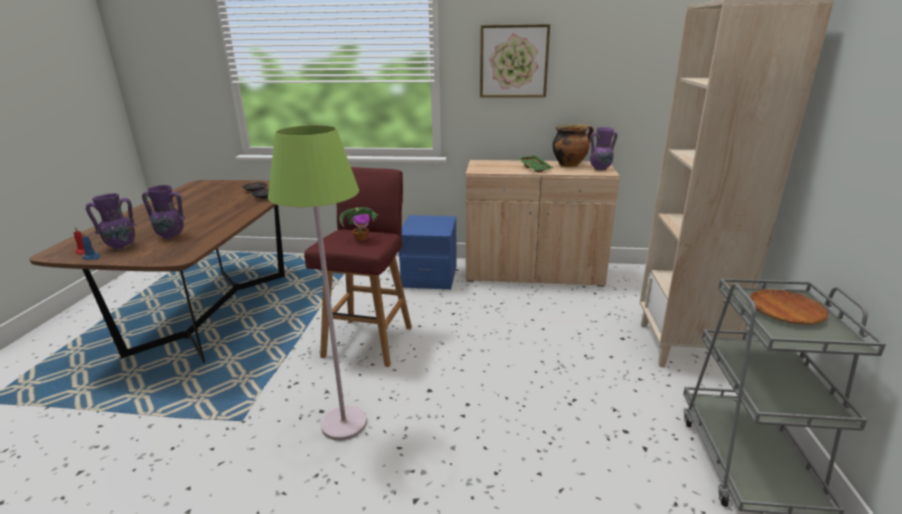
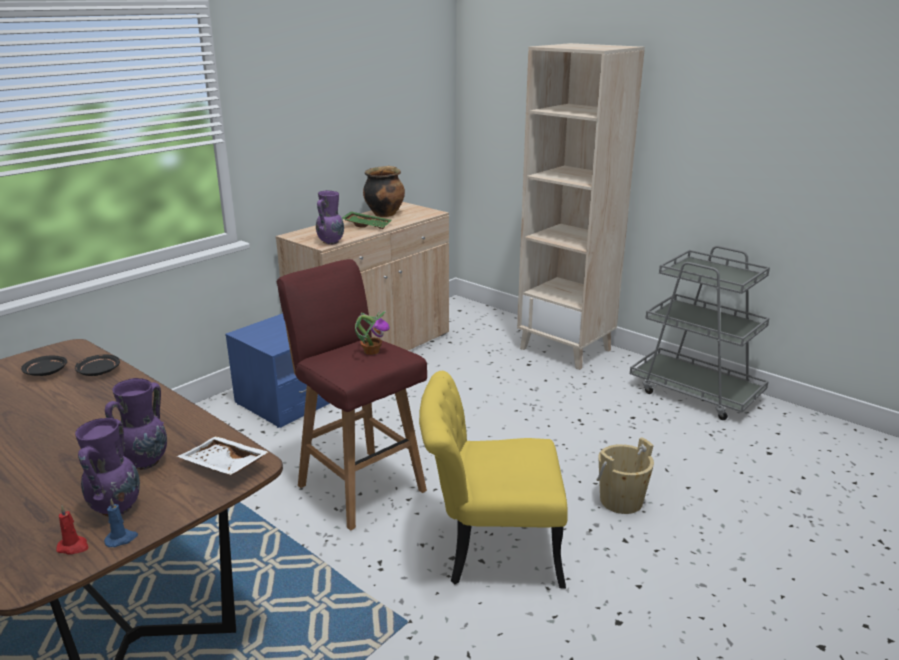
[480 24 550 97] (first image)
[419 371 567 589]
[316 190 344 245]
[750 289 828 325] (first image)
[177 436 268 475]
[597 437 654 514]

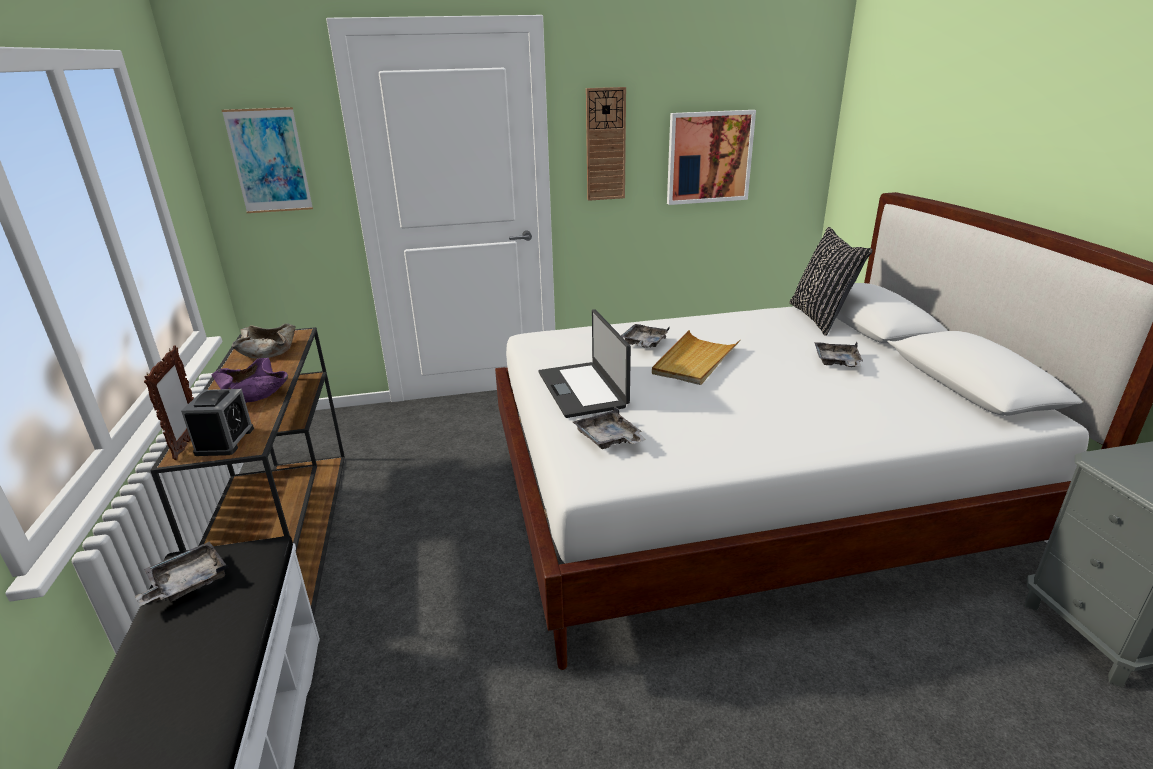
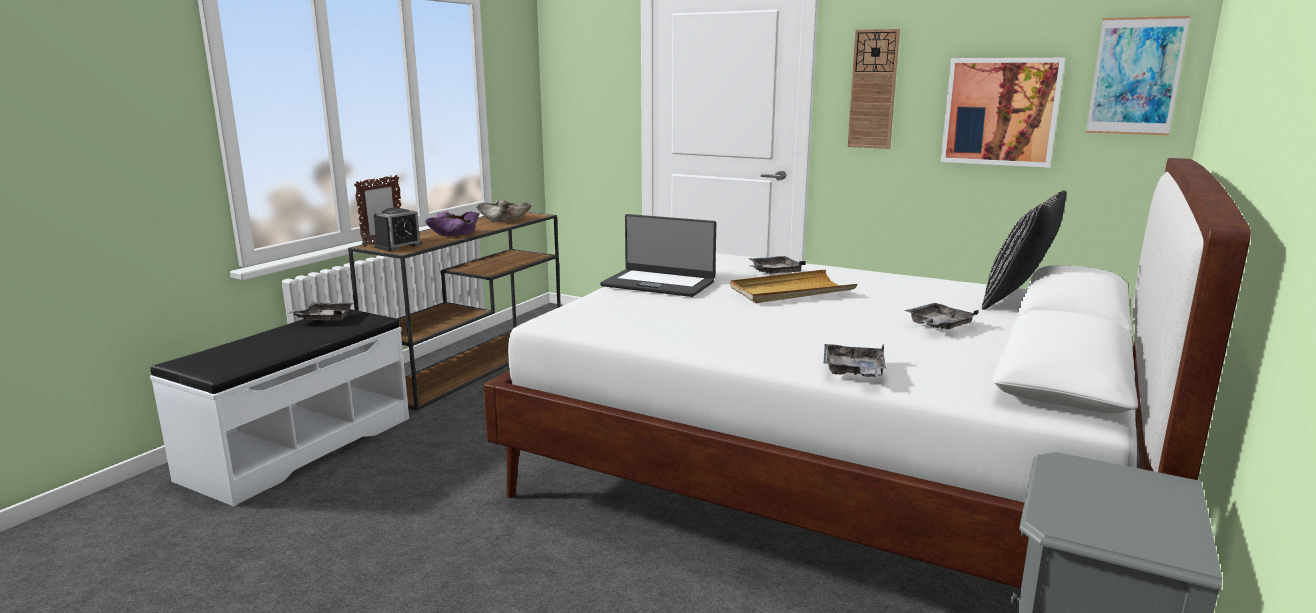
[1086 16 1190 136]
[600 214 716 297]
[824 344 886 377]

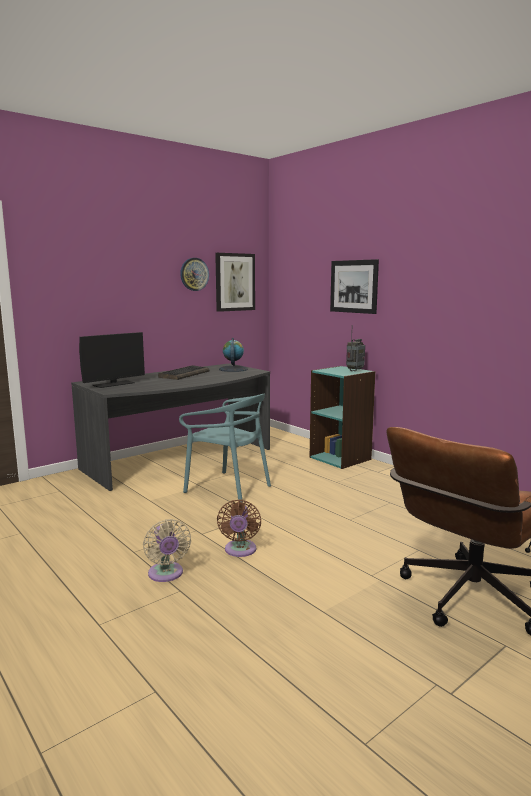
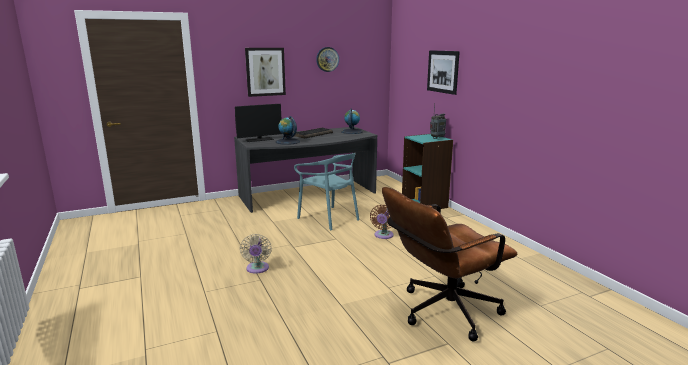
[245 48 286 97]
[370 205 394 239]
[276 116 300 145]

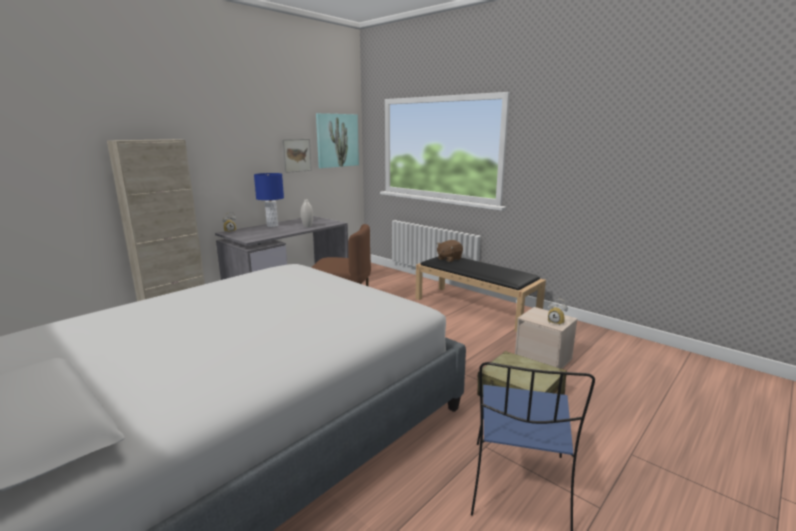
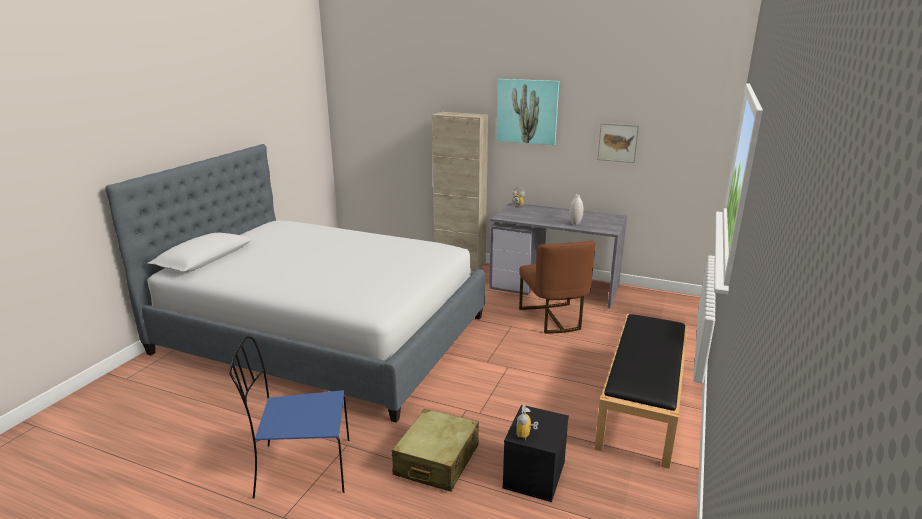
[496 79 559 145]
[254 173 284 227] (first image)
[437 240 463 262] (first image)
[502 405 569 502]

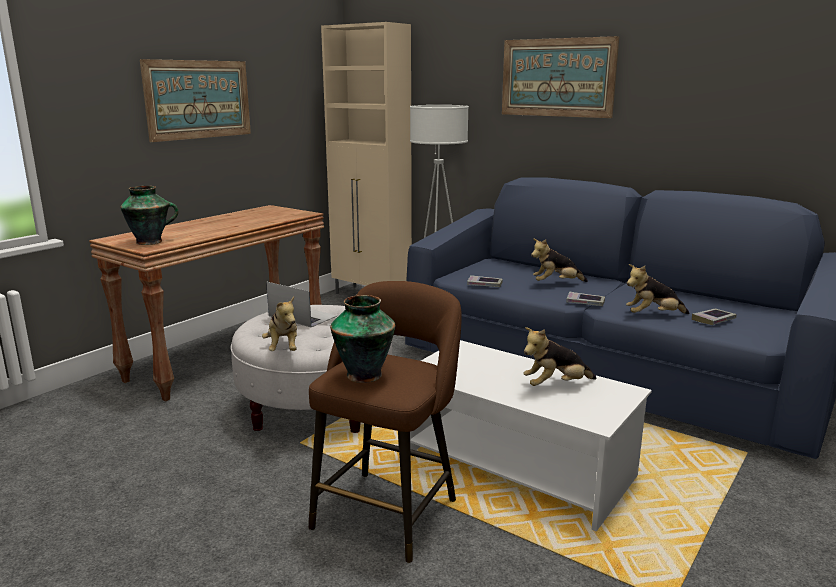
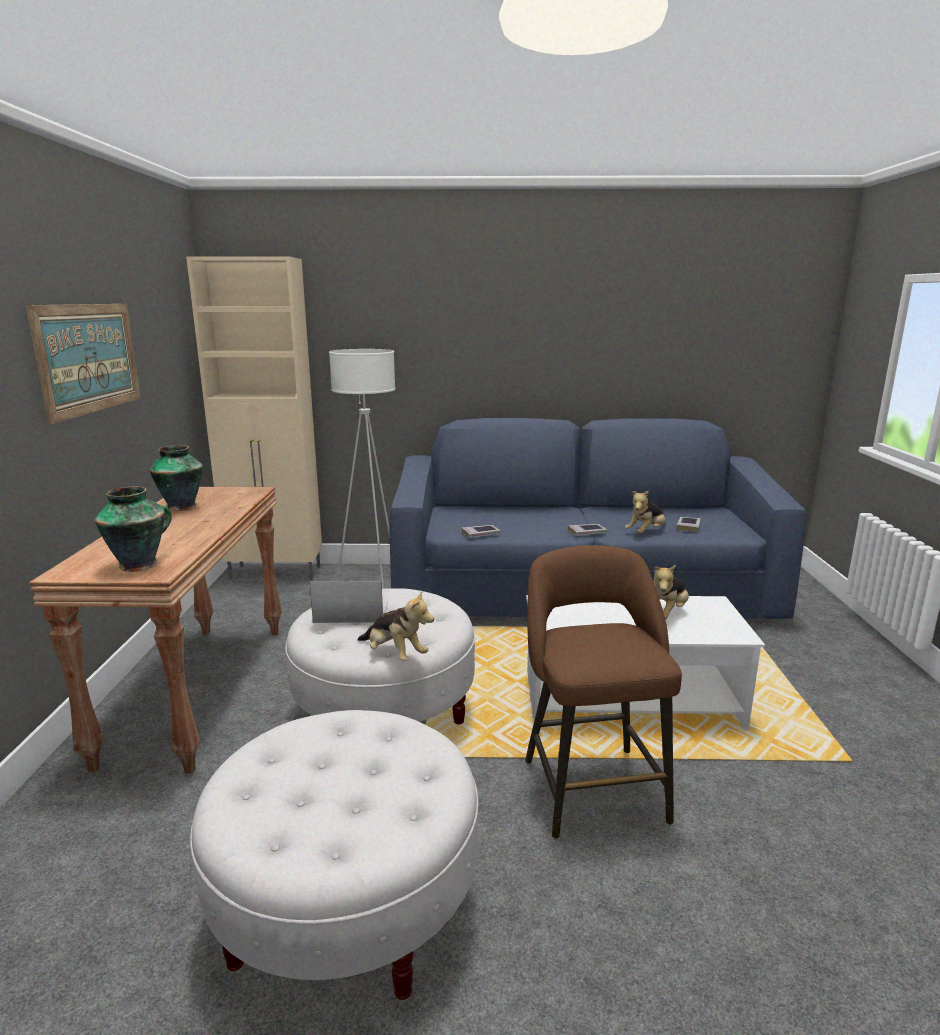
[502 36 619 118] (first image)
[531 238 588 282] (first image)
[149 445 203 511]
[190 710 478 1000]

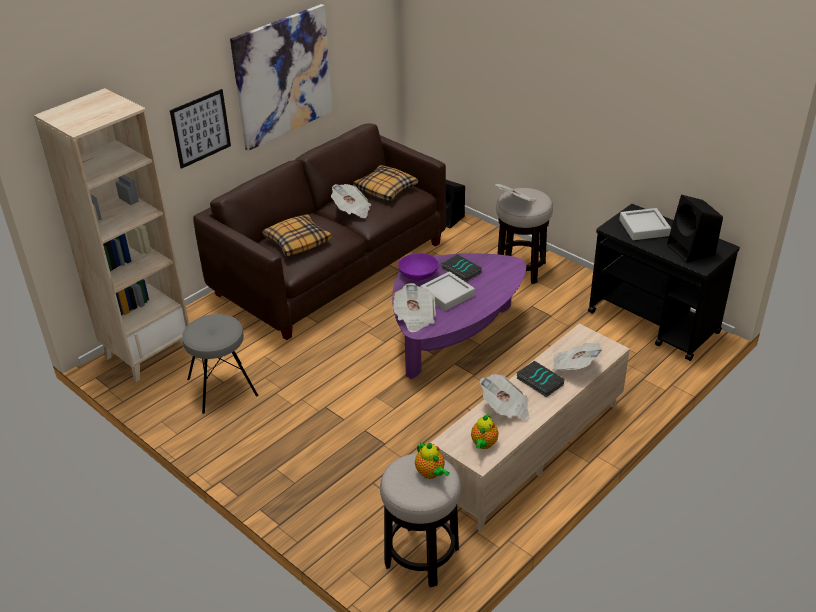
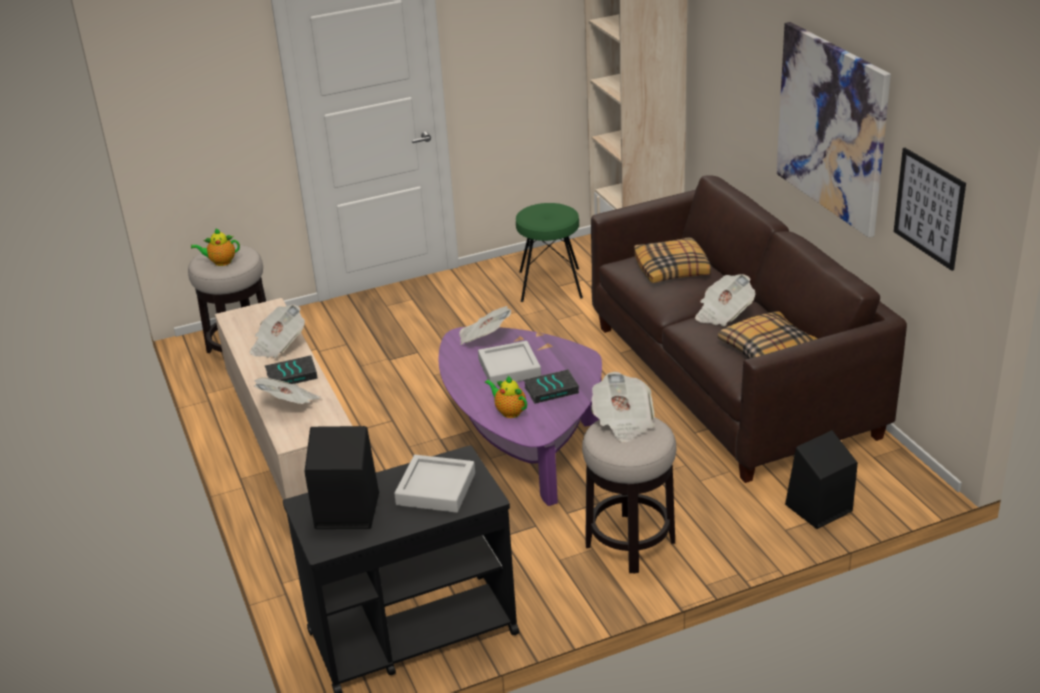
[894 148 966 271]
[398 253 438 281] (first image)
[516 203 583 302]
[484 376 527 418]

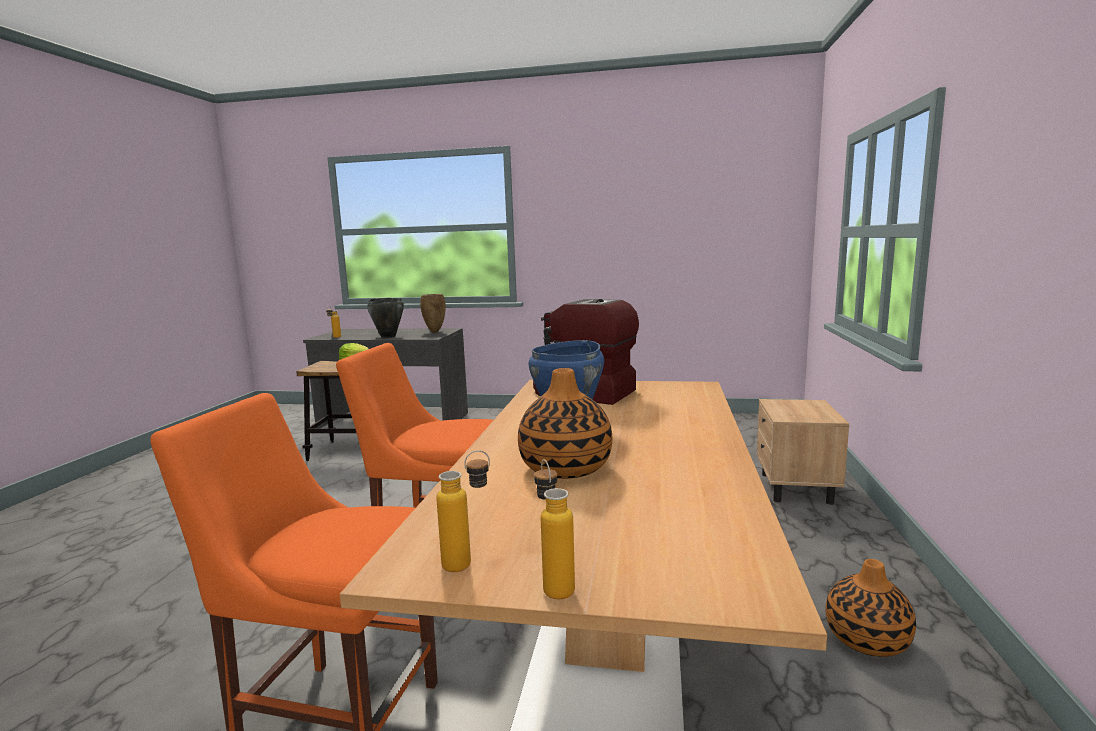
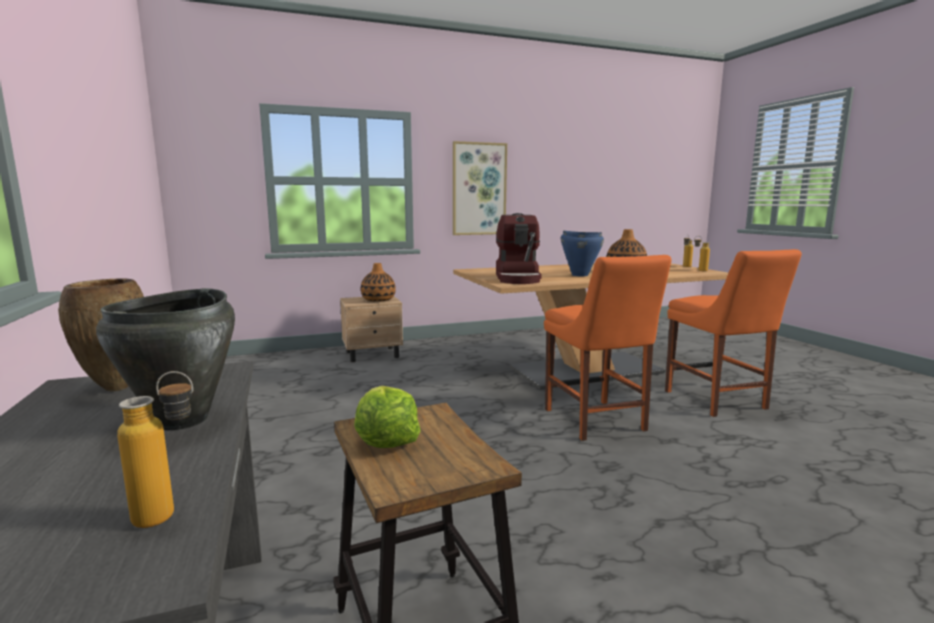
[361 263 396 302]
[453 141 507 235]

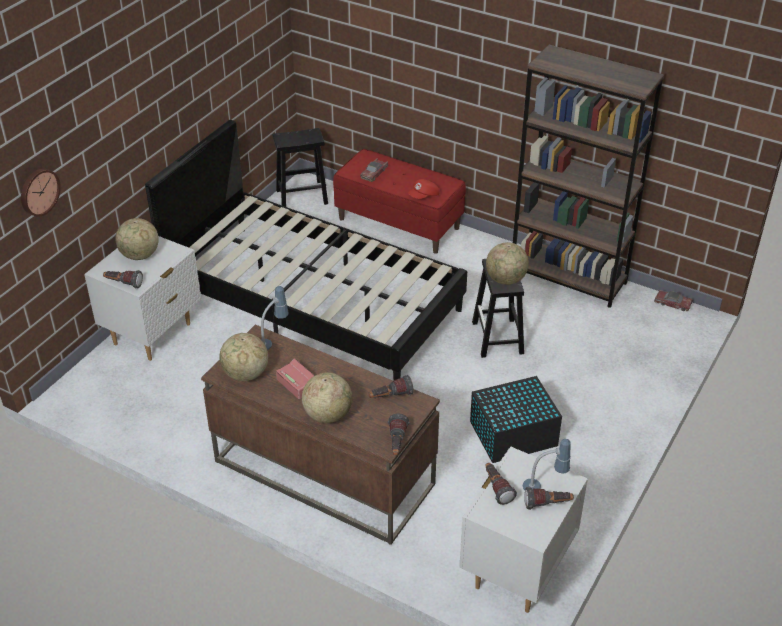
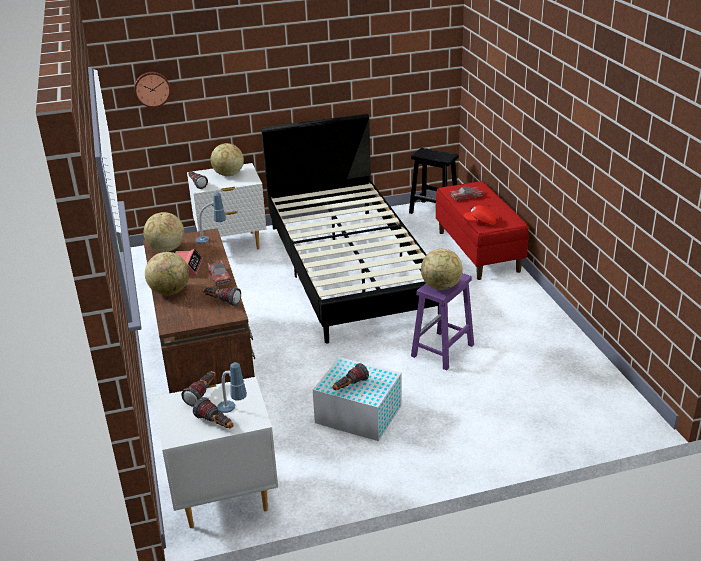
[513 44 664 308] (first image)
[411 273 474 371]
[207 260 232 286]
[313 357 402 441]
[332 363 369 390]

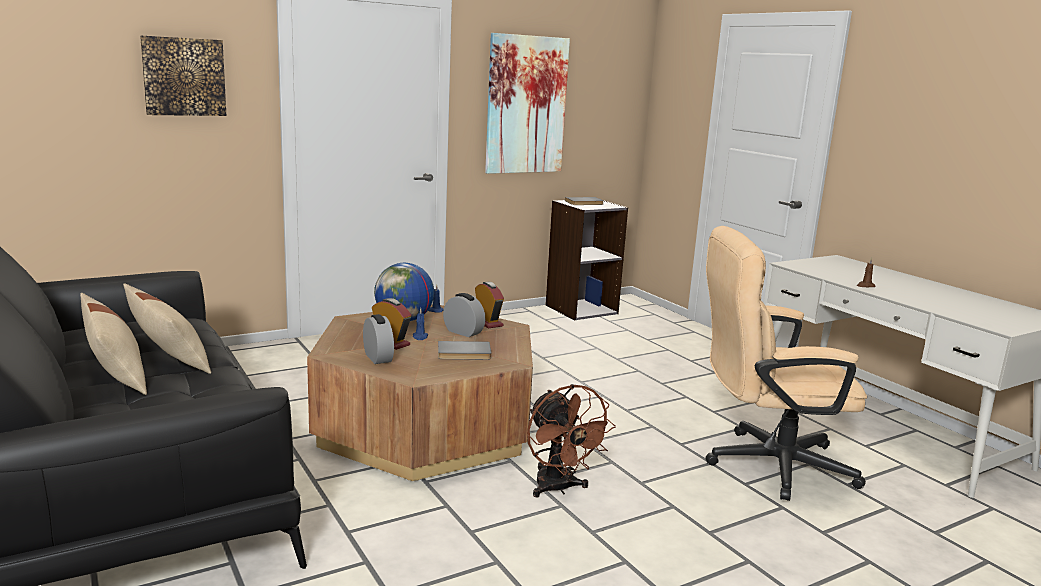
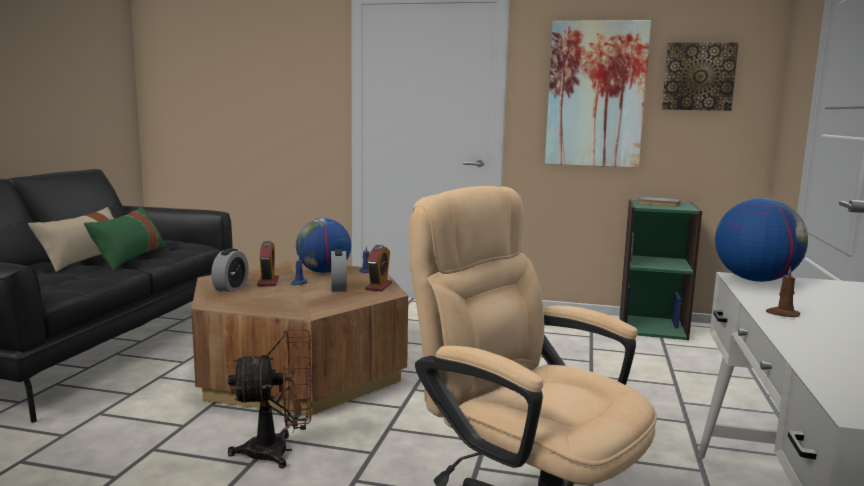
[662 43 739 111]
[620 200 702 340]
[84 206 166 270]
[438 341 492 360] (first image)
[228 330 312 469]
[715 198 808 282]

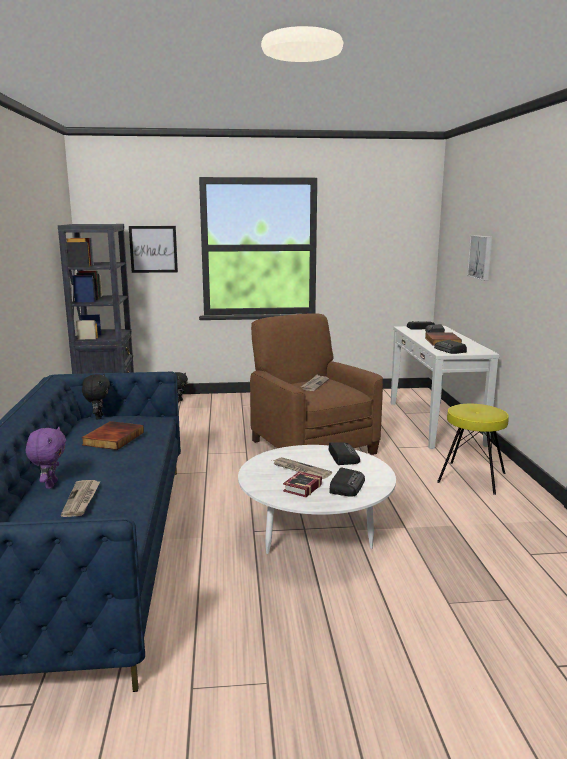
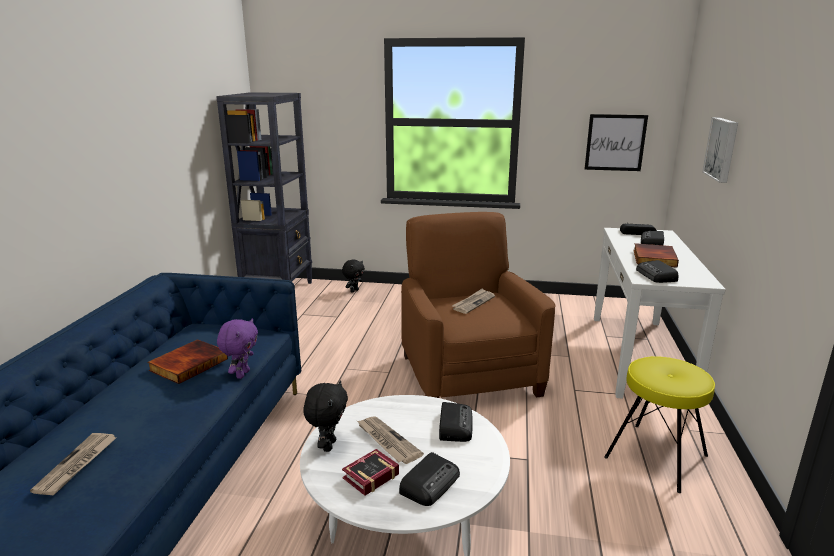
[585 114 648 171]
[303 381 348 452]
[217 318 258 379]

